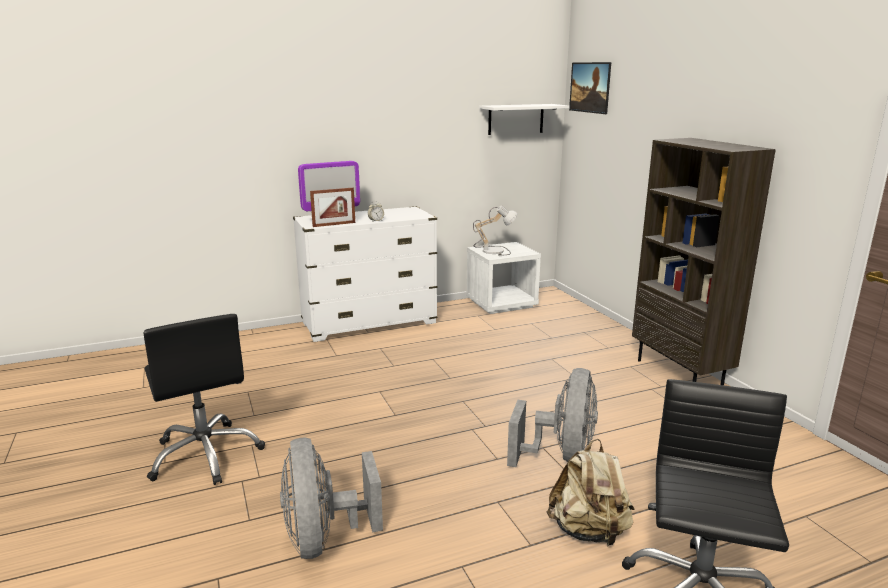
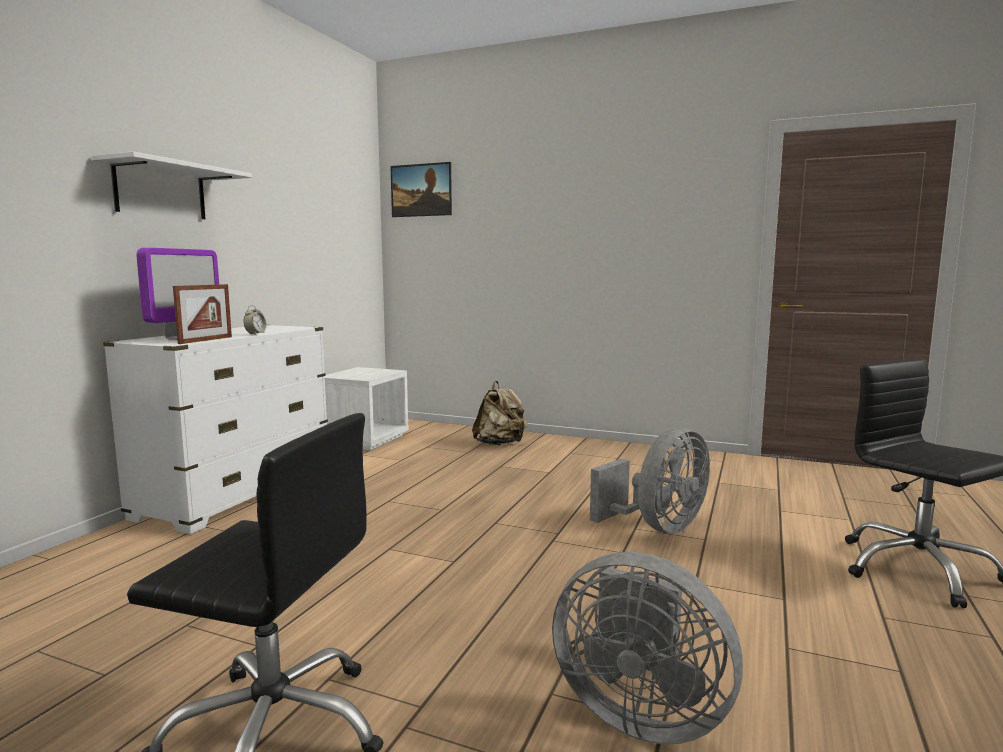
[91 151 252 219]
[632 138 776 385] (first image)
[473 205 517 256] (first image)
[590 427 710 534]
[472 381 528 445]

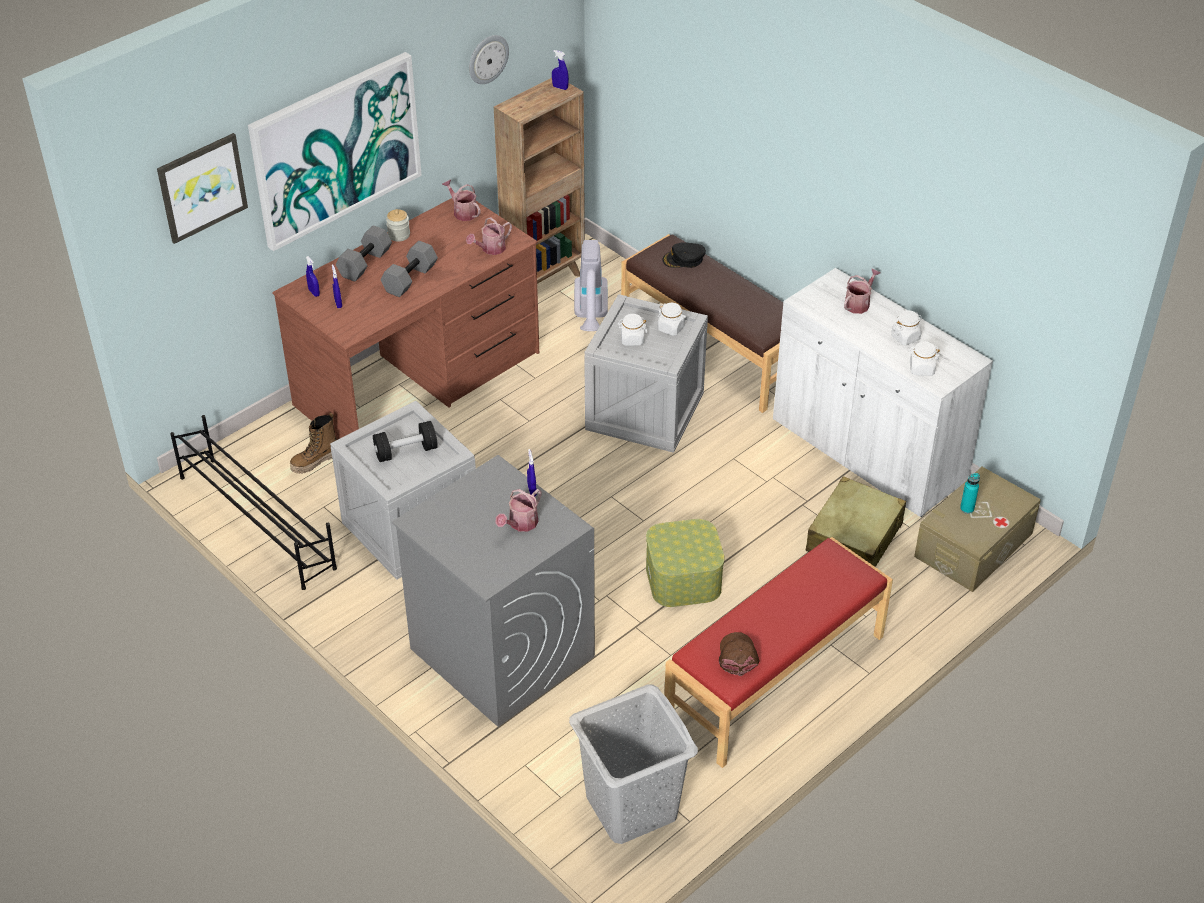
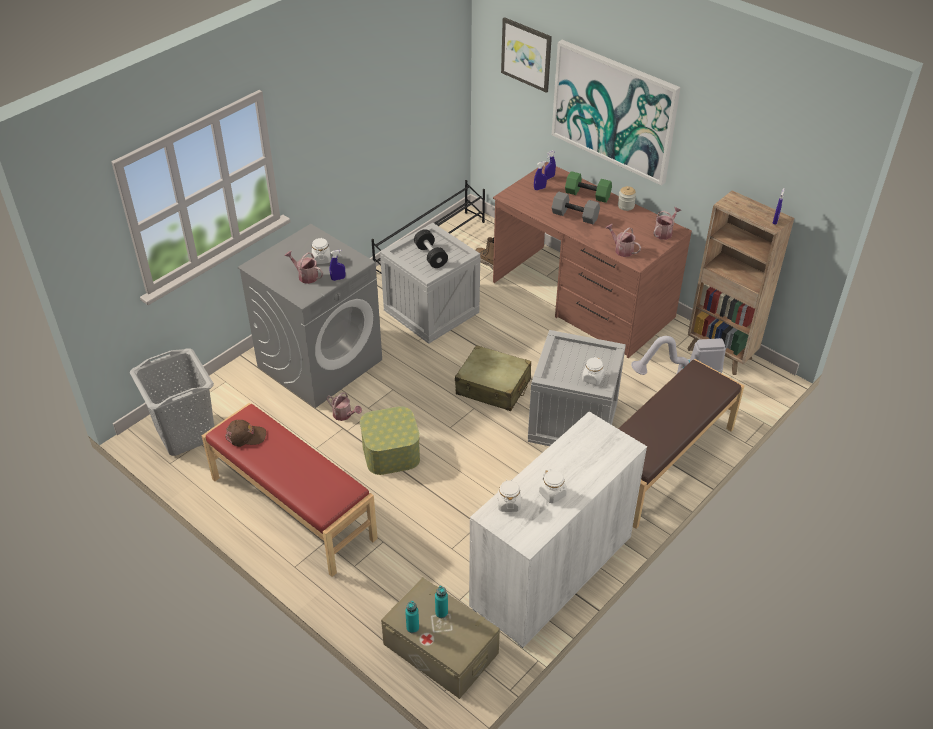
[469 35 509 84] (first image)
[565 171 612 203]
[662 242 706 268] (first image)
[326 392 362 421]
[312 238 331 264]
[455 345 531 411]
[405 601 419 633]

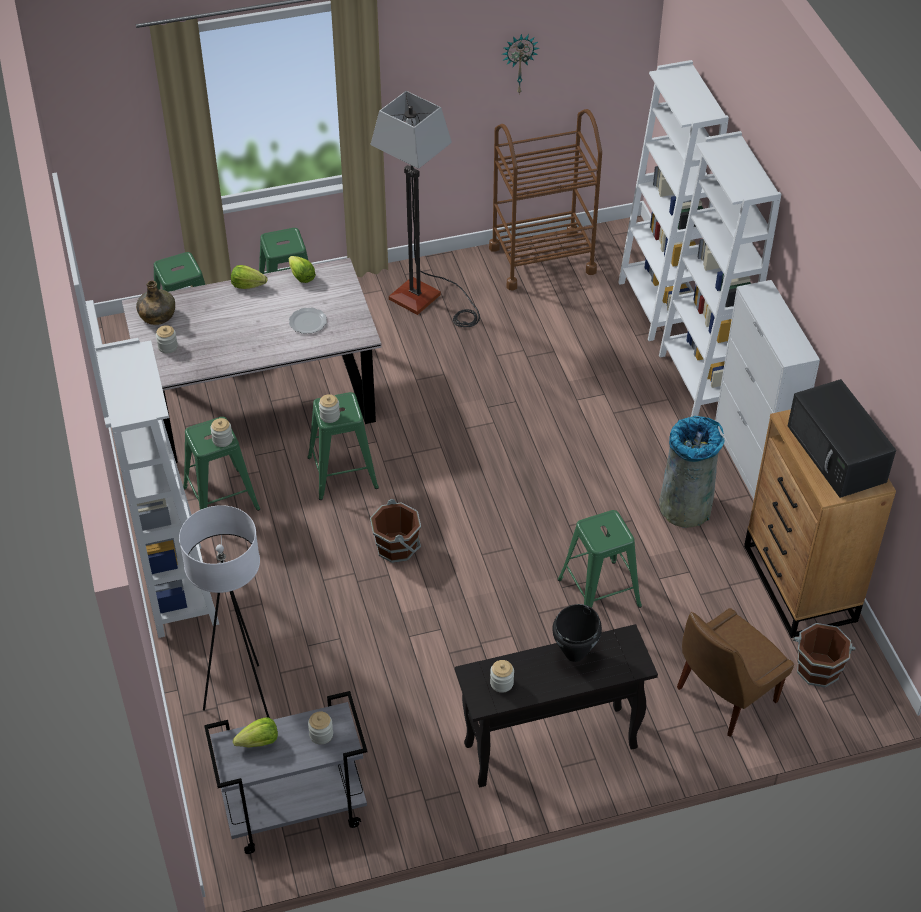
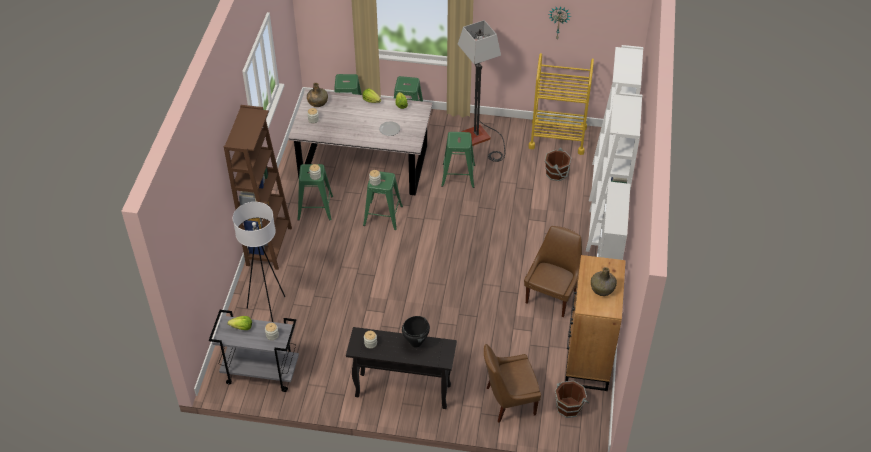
[528 53 594 155]
[224 105 292 270]
[591 267 617 296]
[524 226 582 317]
[545 148 571 181]
[441 132 475 188]

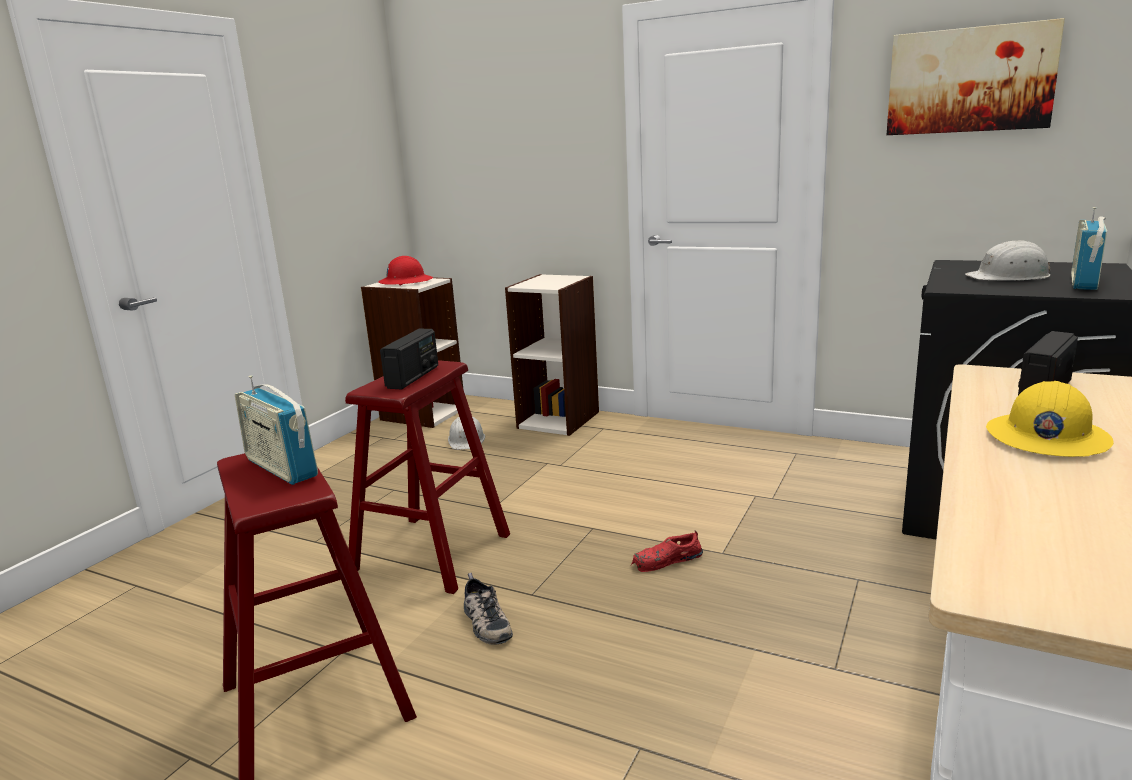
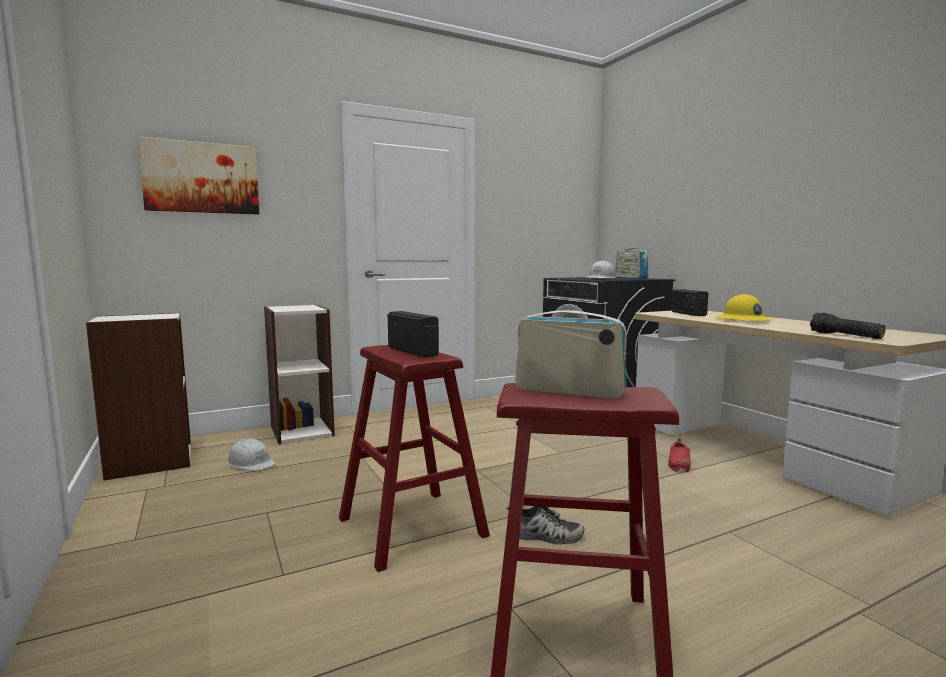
[138 136 259 215]
[378 256 433 286] (first image)
[515 302 627 398]
[668 439 691 473]
[810 312 886 339]

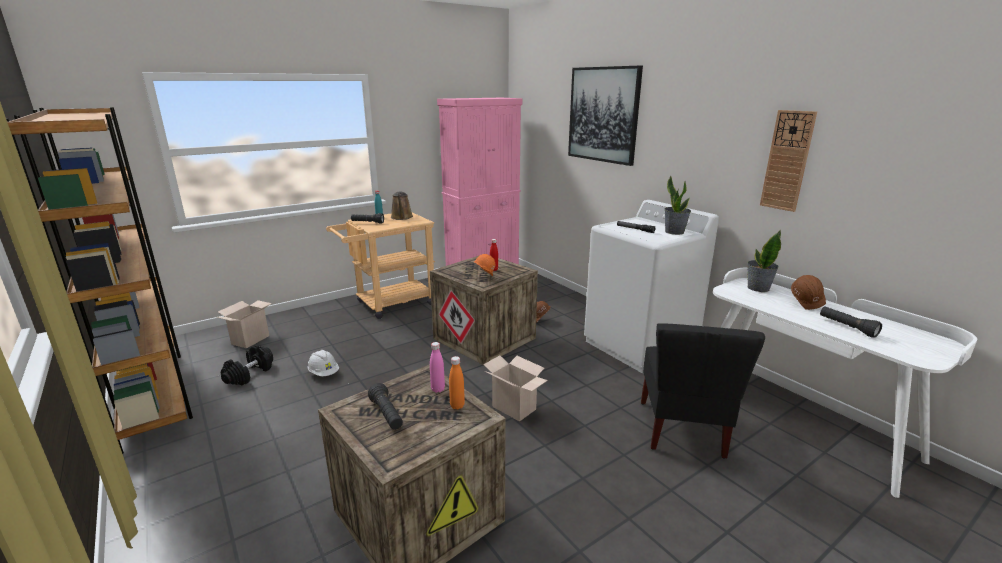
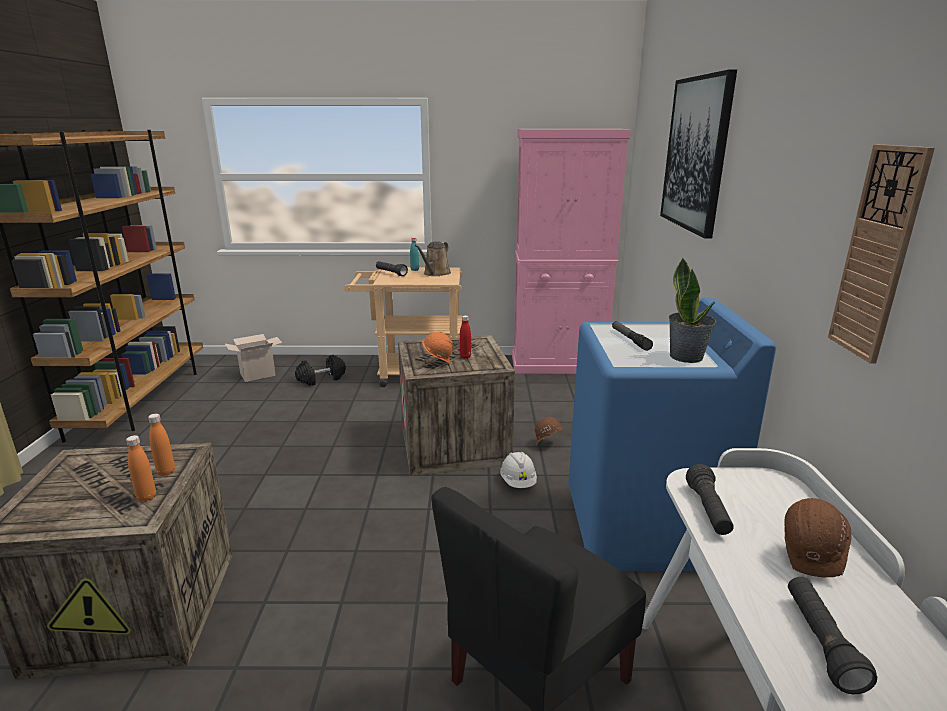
[568 297 776 571]
[747 230 781 292] (first image)
[148 414 175 476]
[295 355 346 386]
[500 452 537 488]
[483 355 548 422] (first image)
[686 464 734 535]

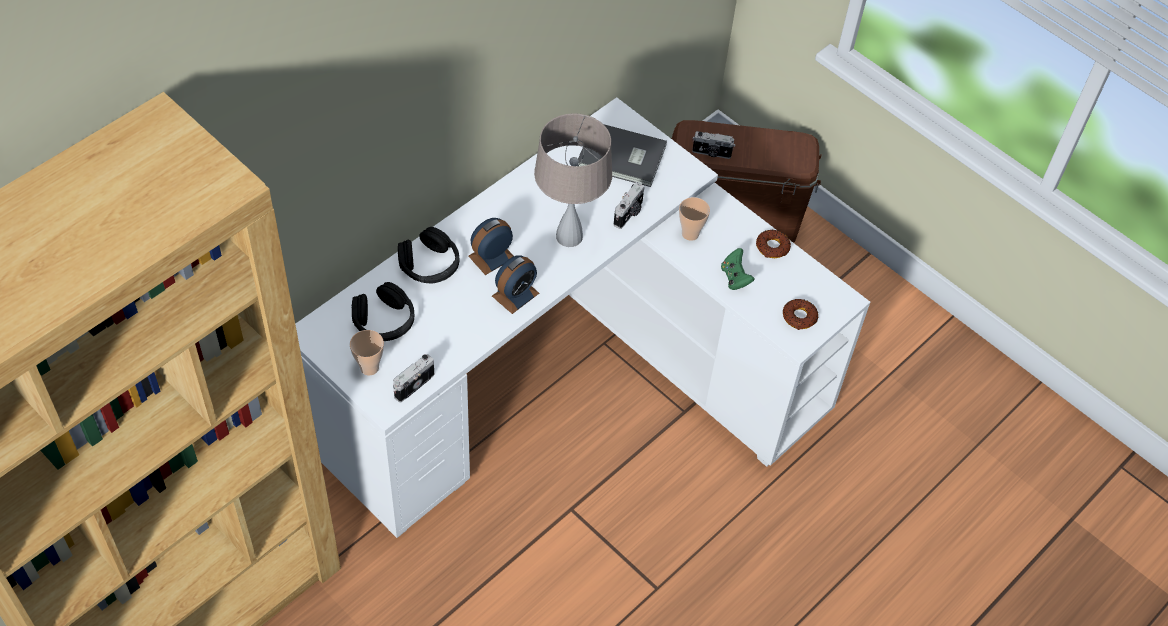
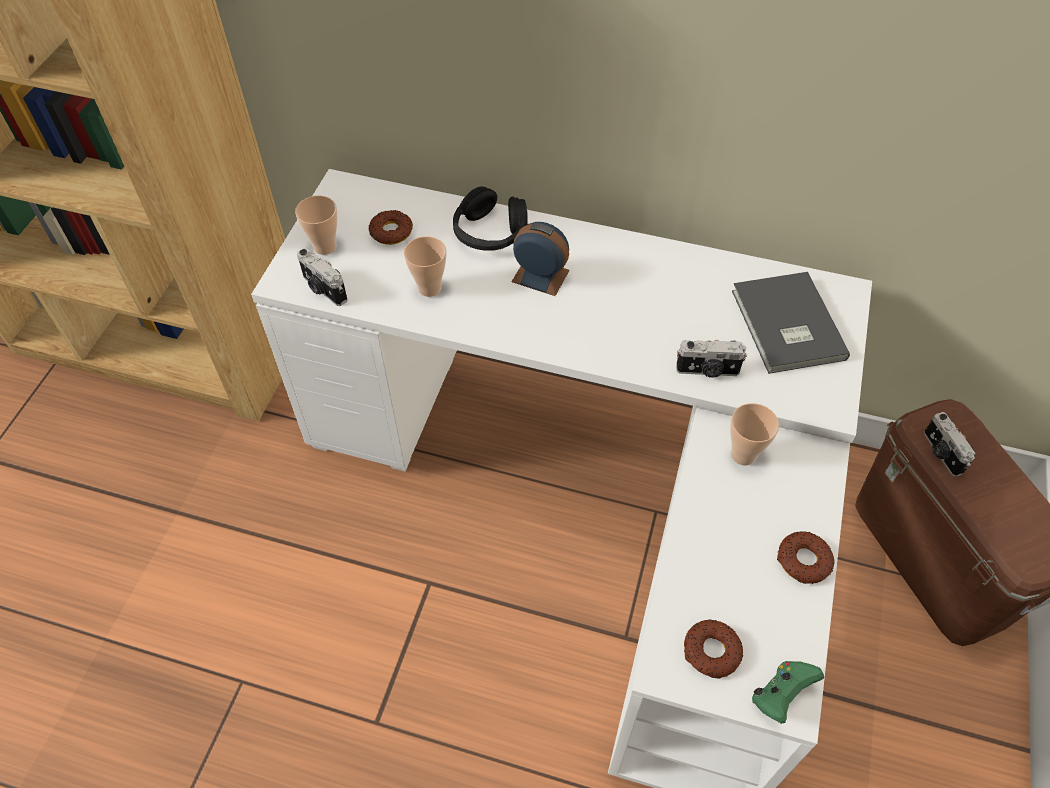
[534 113 612 247] (first image)
[752 661 824 724]
[492 255 539 314] (first image)
[369 210 413 245]
[297 248 348 306]
[404 236 446 297]

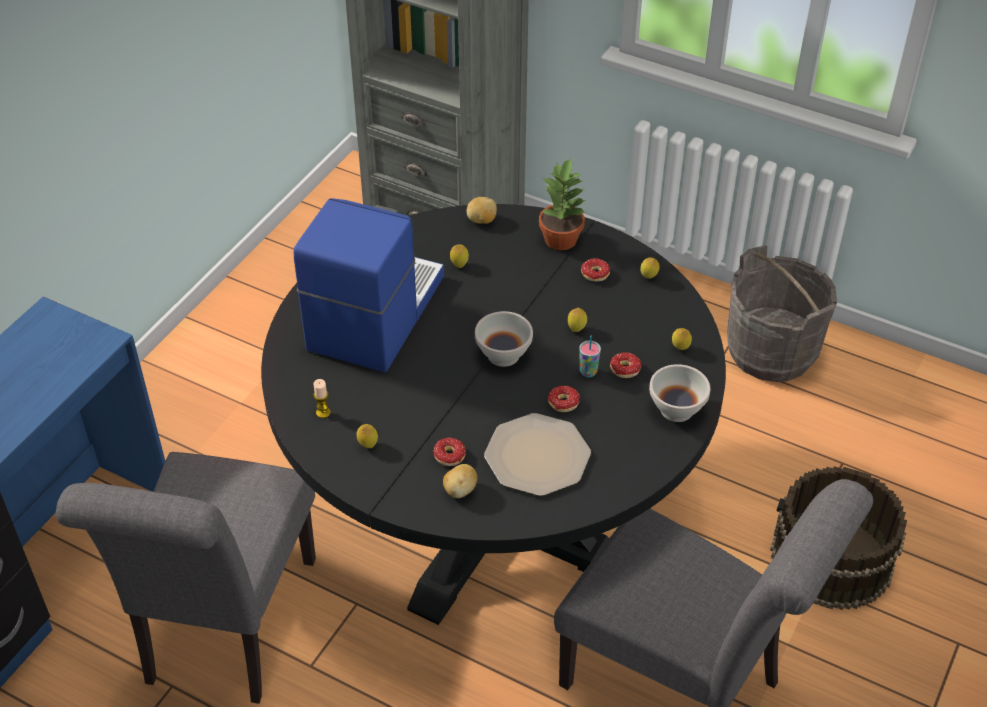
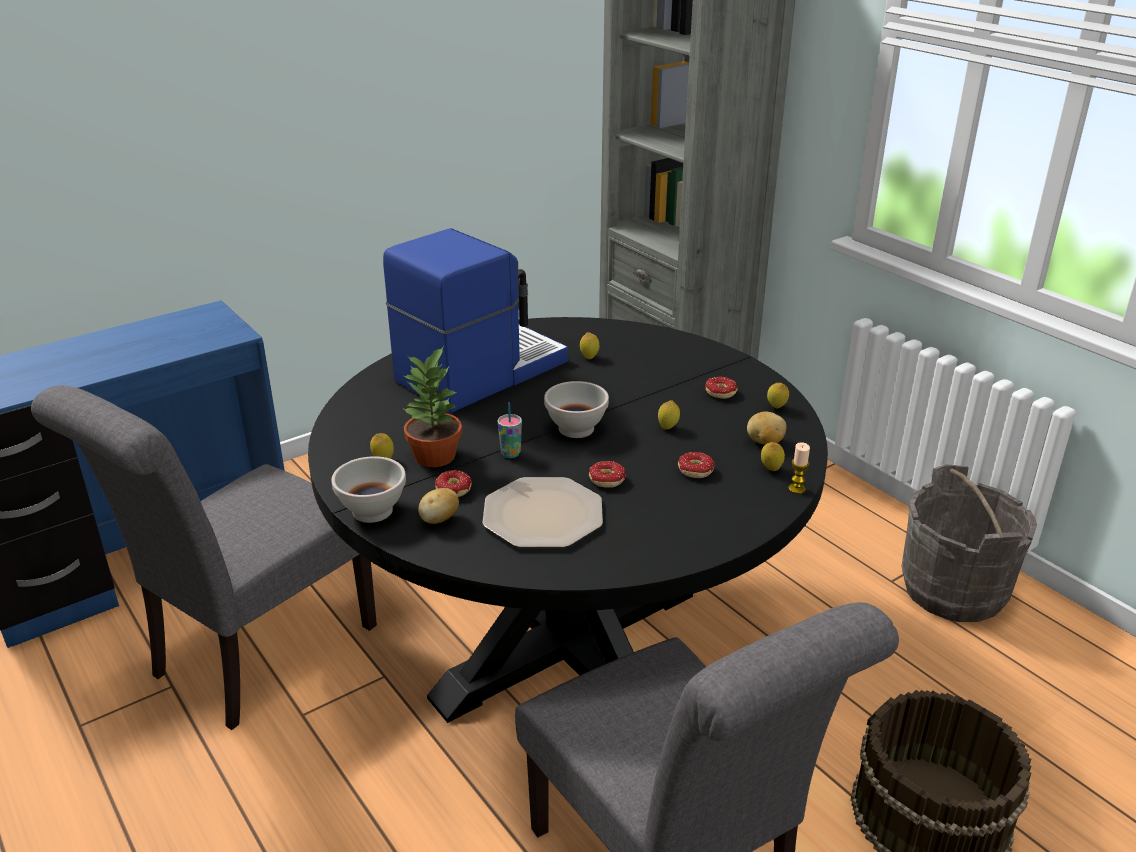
[402 346 462 467]
[747 412 786 445]
[498 403 522 458]
[331 456 406 523]
[788 442 810 494]

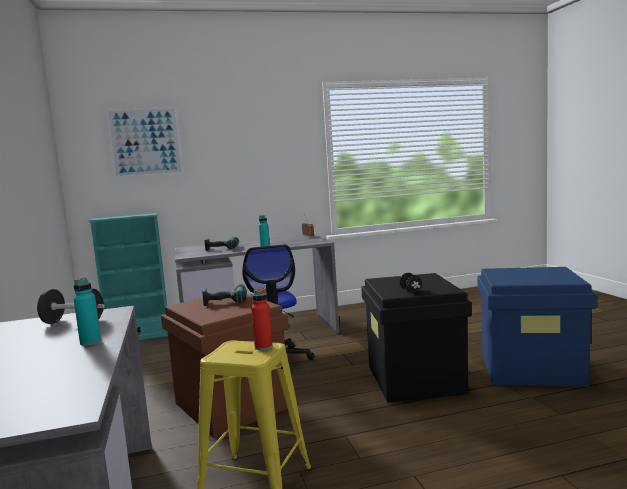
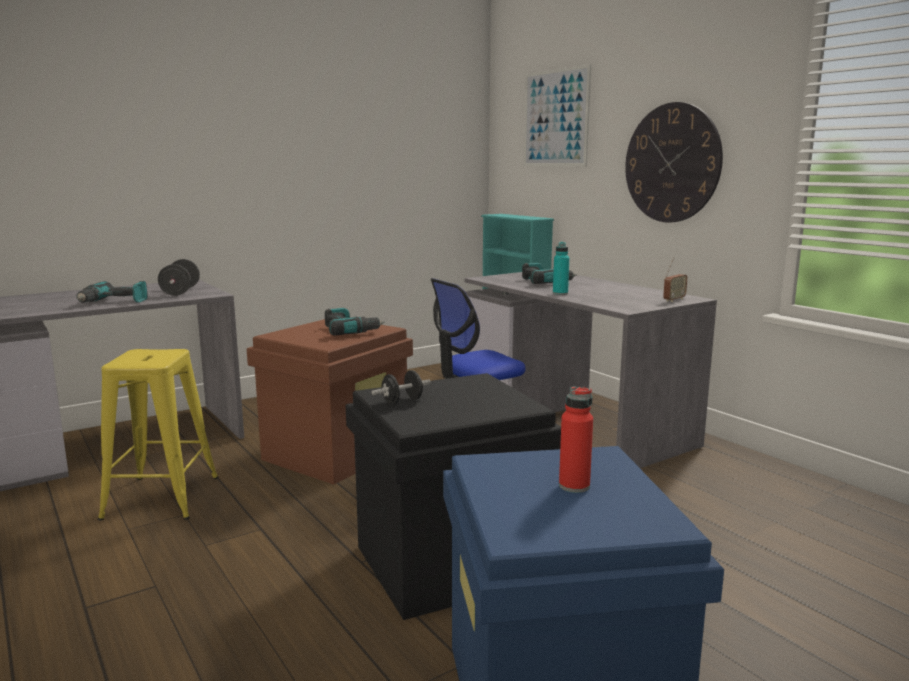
[76 281 148 303]
[559 386 593 493]
[625 102 723 223]

